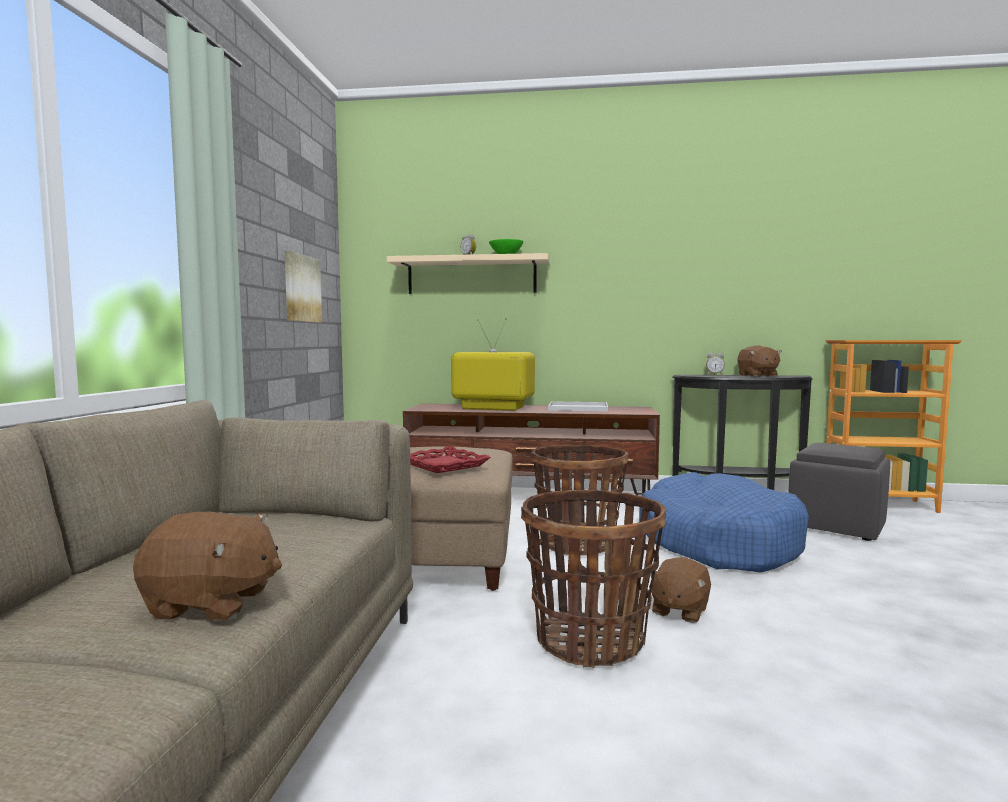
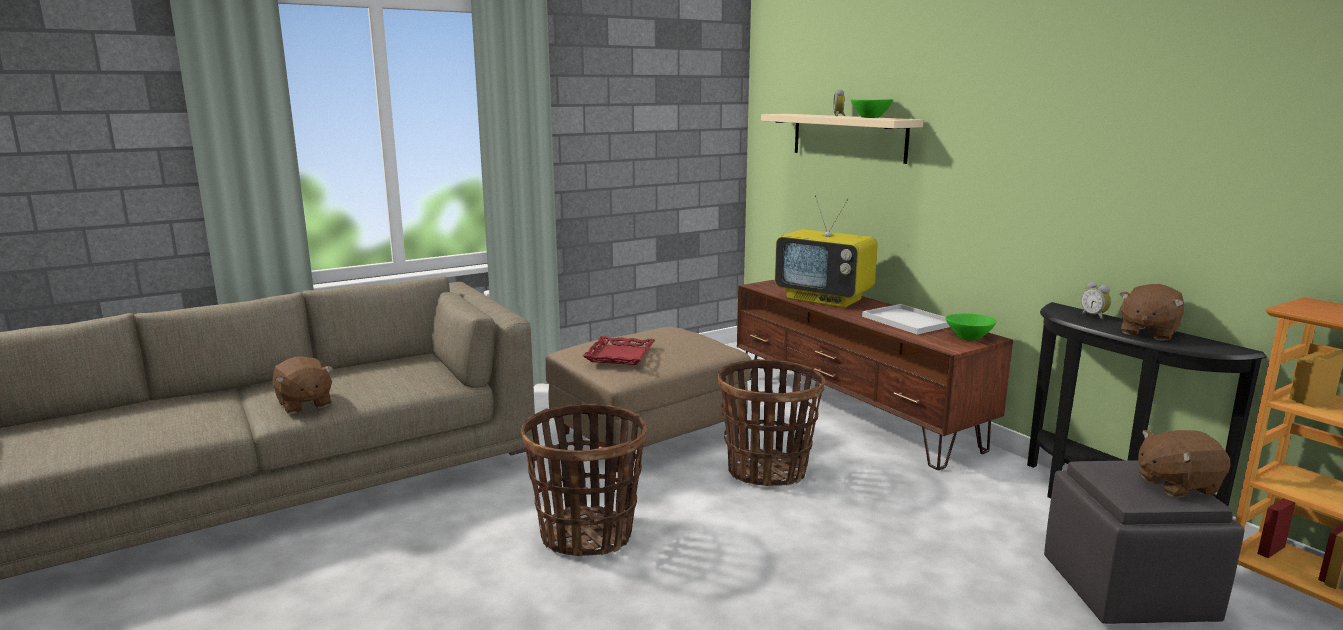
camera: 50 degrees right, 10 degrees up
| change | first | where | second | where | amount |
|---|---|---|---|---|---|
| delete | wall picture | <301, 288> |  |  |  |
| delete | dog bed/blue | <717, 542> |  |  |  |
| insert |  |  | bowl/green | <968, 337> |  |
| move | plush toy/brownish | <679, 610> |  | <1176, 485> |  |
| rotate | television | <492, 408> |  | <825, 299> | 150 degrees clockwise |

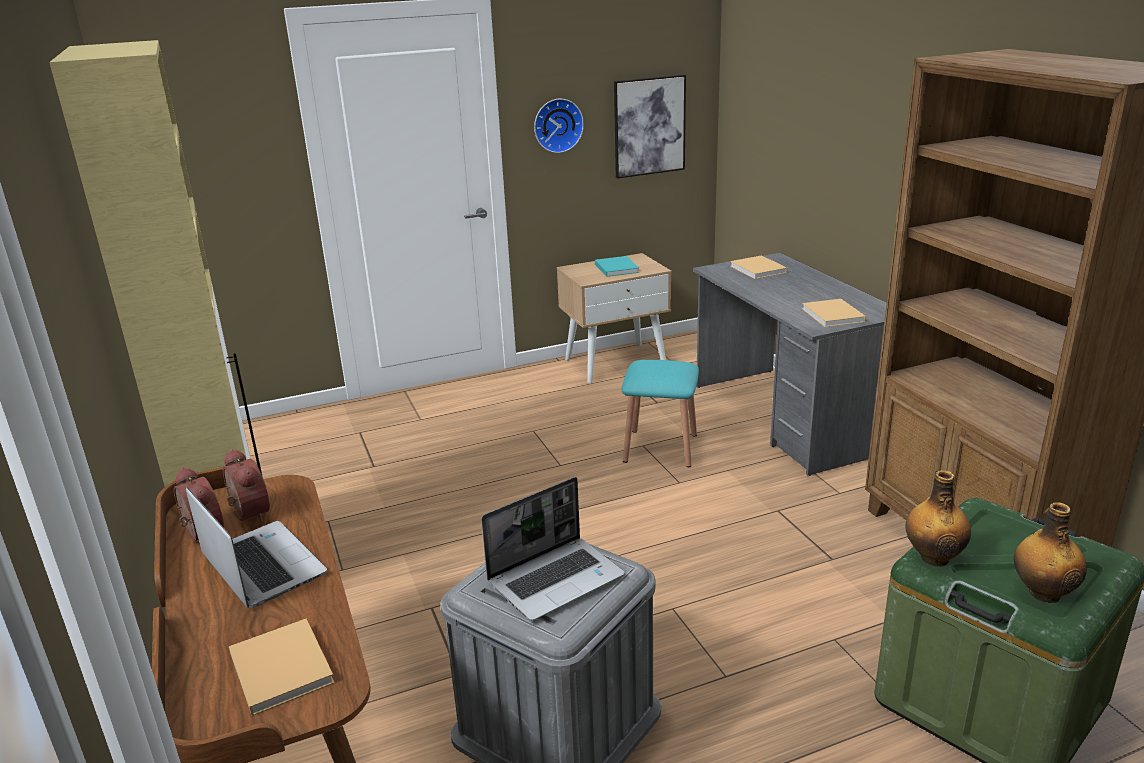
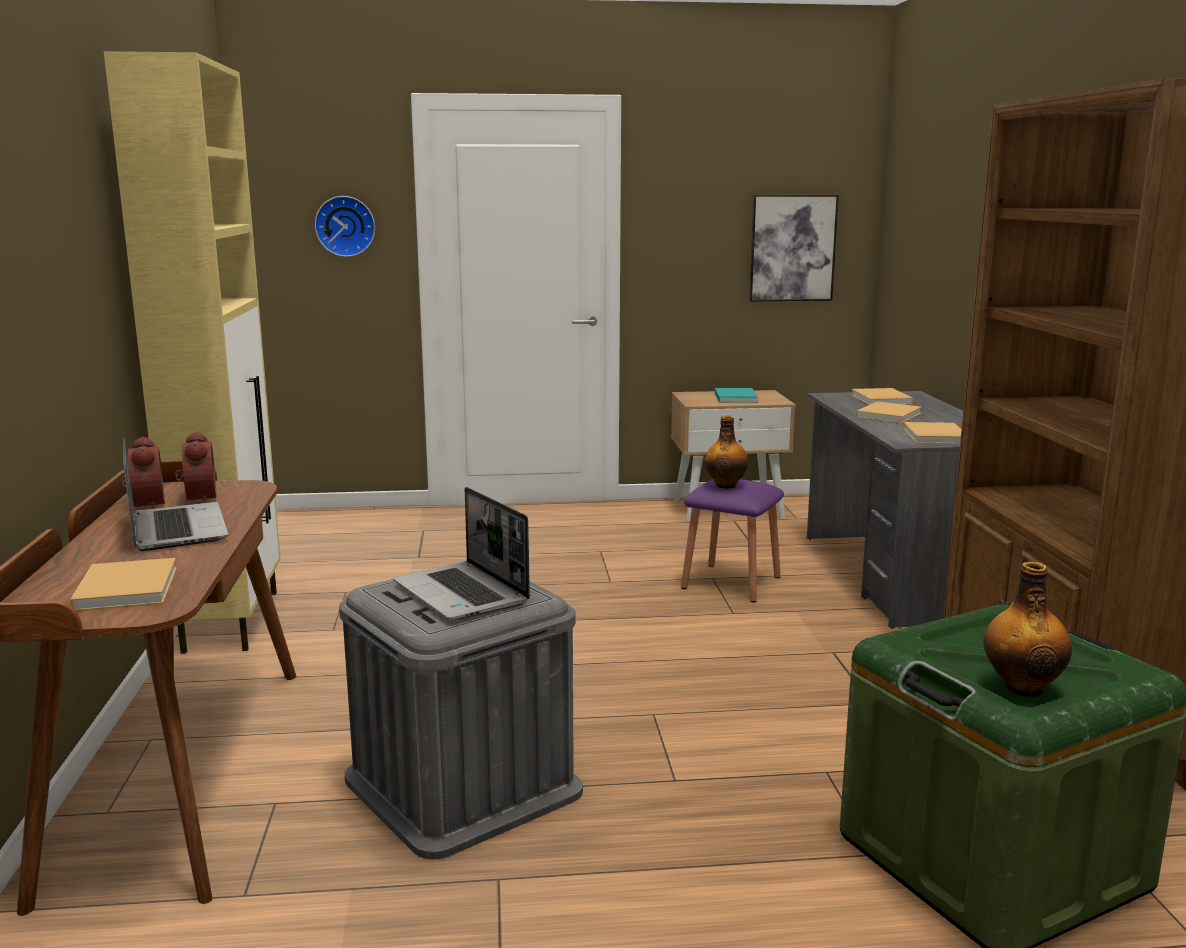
camera: 15 degrees right, 10 degrees down
| change | first | where | second | where | amount |
|---|---|---|---|---|---|
| insert |  |  | volume/sand-coloured | <889, 415> |  |
| move | wall clock | <557, 125> |  | <345, 226> |  |
| move | drink bottle | <933, 557> |  | <726, 485> |  |
| recolor | sitting stool/turquoise | <660, 448> | sitting stool/purple-coloured | <731, 582> |  |
| rotate | laptop | <556, 579> |  | <463, 594> | 75 degrees clockwise |

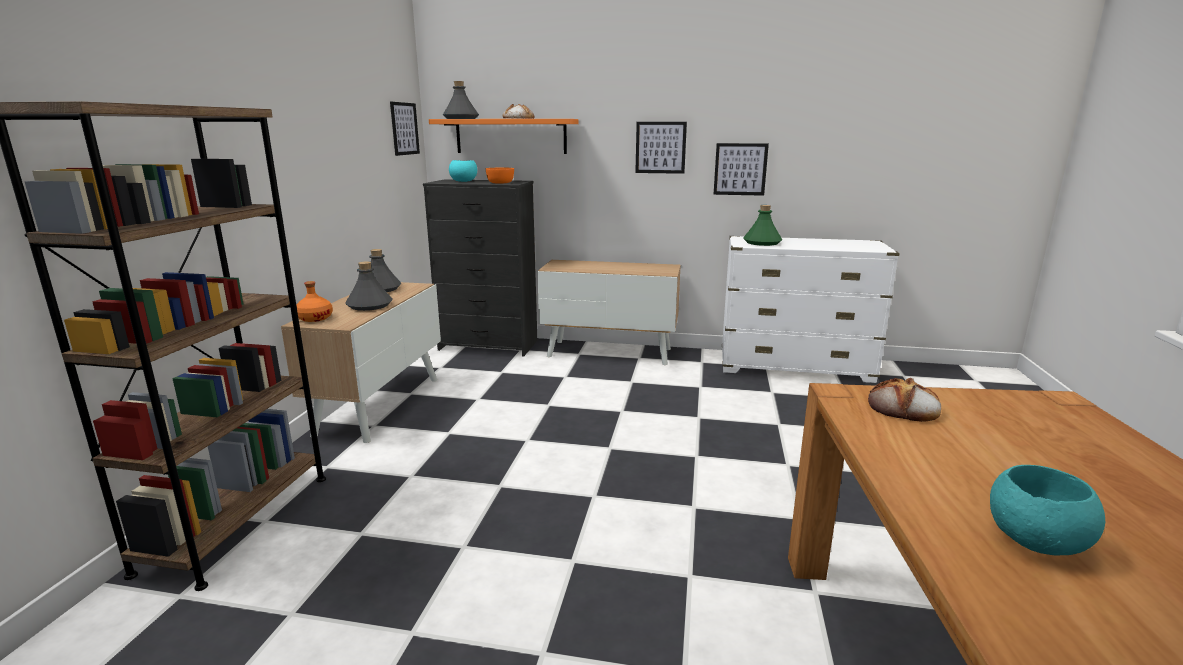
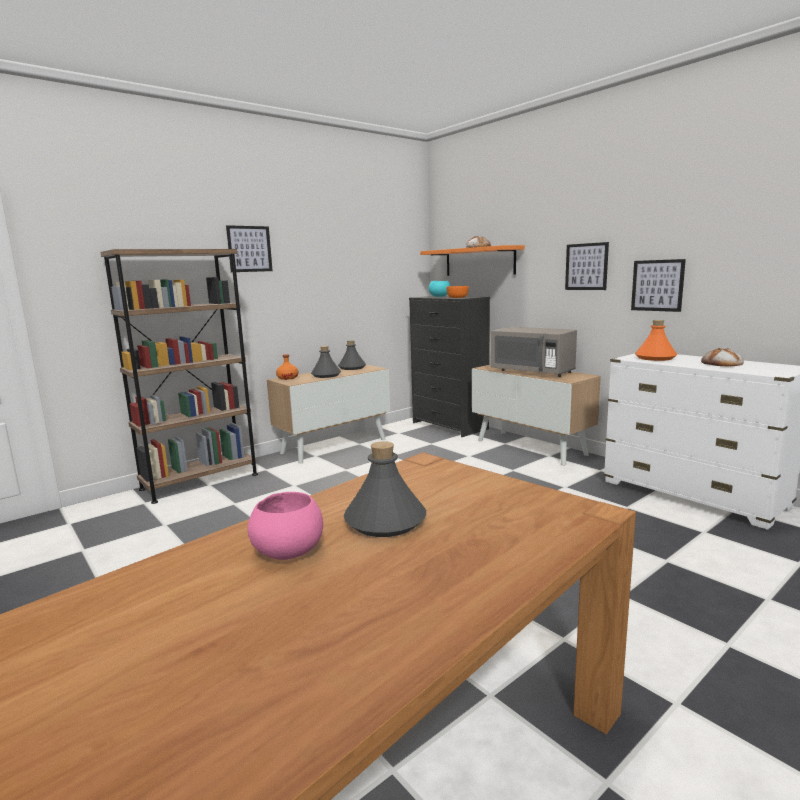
camera: 40 degrees right, 5 degrees down
| change | first | where | second | where | amount |
|---|---|---|---|---|---|
| insert |  |  | kitchen microwave/gray | <532, 372> |  |
| move | wall picture | <404, 128> |  | <249, 249> |  |
| move | drink bottle/gray | <461, 118> |  | <385, 521> |  |
| move | baked bread | <904, 408> |  | <722, 364> |  |
| recolor | drink bottle/green | <762, 243> | drink bottle/orange-coloured | <655, 358> |  |
| recolor | bowl/turquoise | <1033, 539> | bowl/pink | <289, 550> |  |

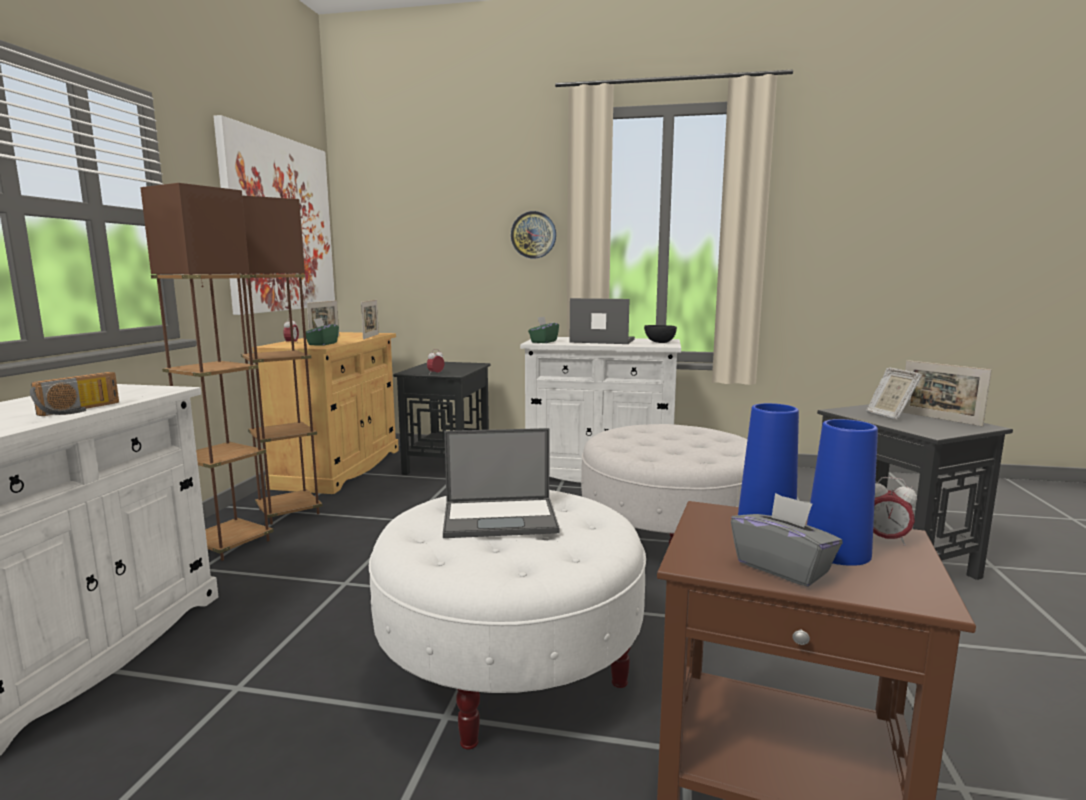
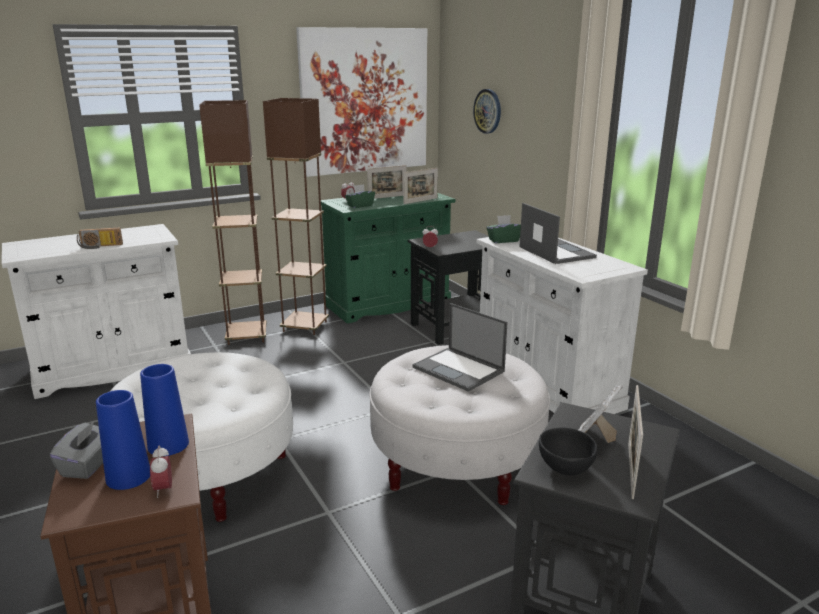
camera: 50 degrees right, 10 degrees up
| change | first | where | second | where | amount |
|---|---|---|---|---|---|
| move | laptop | <501, 518> |  | <459, 370> |  |
| move | wall clock | <533, 235> |  | <488, 111> |  |
| move | bowl/black | <660, 342> |  | <565, 469> |  |
| recolor | storage cabinet/sand-coloured | <339, 468> | storage cabinet/green | <388, 303> |  |

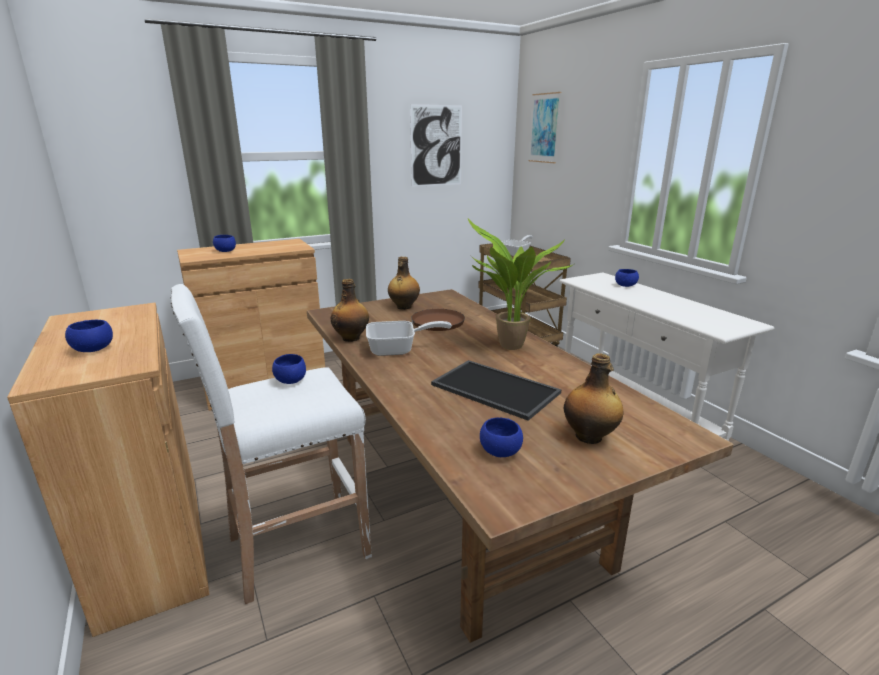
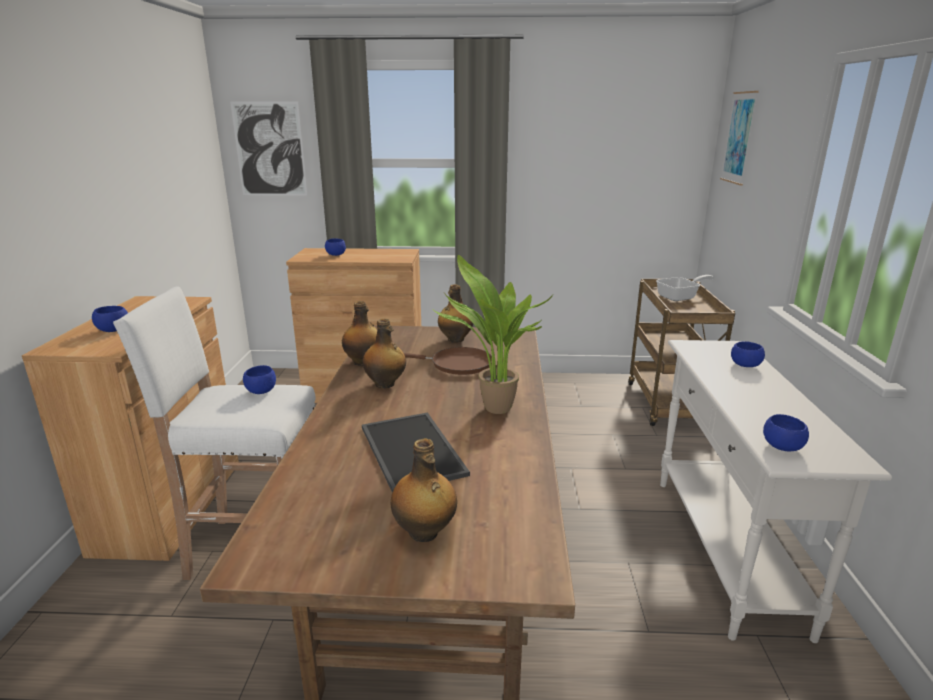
camera: 30 degrees right, 0 degrees up
| change | first | where | second | where | amount |
|---|---|---|---|---|---|
| move | wall picture | <436, 146> |  | <269, 149> |  |
| move | bowl/blue | <500, 452> |  | <782, 447> |  |
| replace | skillet | <398, 350> | drink bottle | <385, 384> |  |

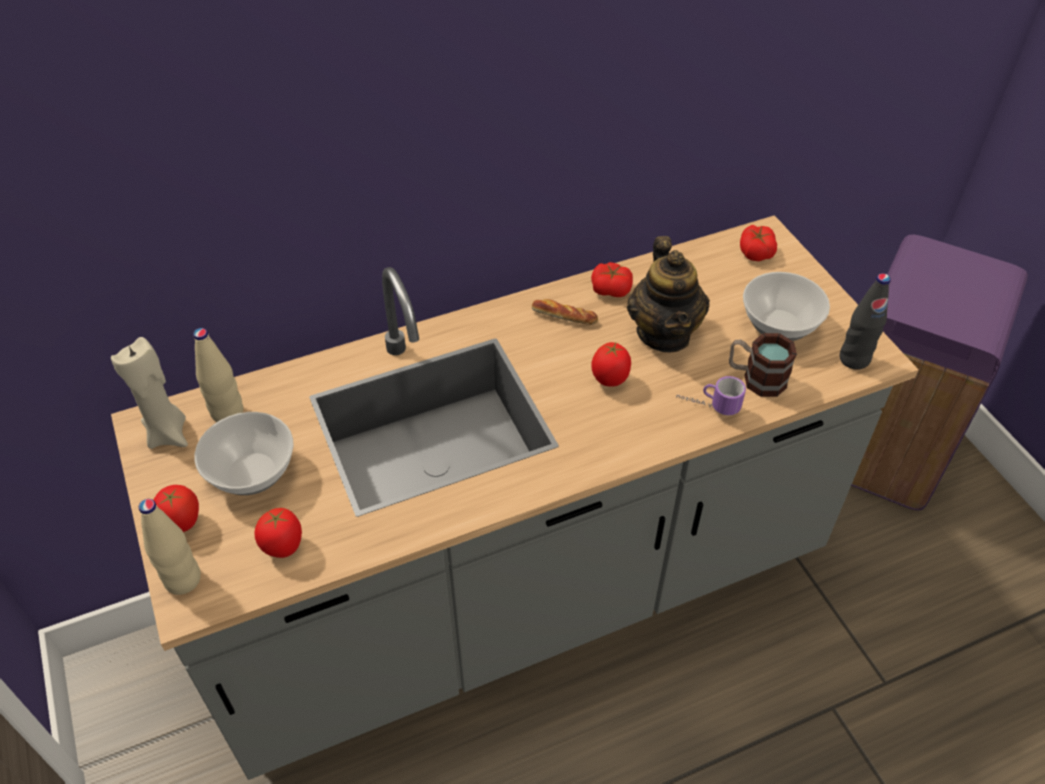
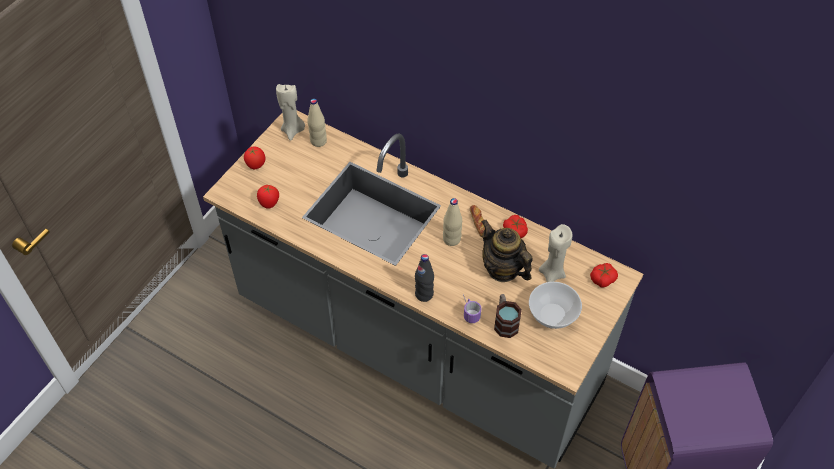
camera: 55 degrees right, 5 degrees up
| change | first | where | second | where | amount |
|---|---|---|---|---|---|
| delete | bowl | <254, 472> |  |  |  |
| delete | whole tomato | <610, 380> |  |  |  |
| insert |  |  | candle/sand-coloured | <552, 273> |  |
| move | drink bottle/sand-coloured | <183, 580> |  | <451, 239> |  |
| move | drink bottle/black | <854, 359> |  | <424, 294> |  |
| rotate | teapot | <664, 333> |  | <503, 269> | 90 degrees clockwise |

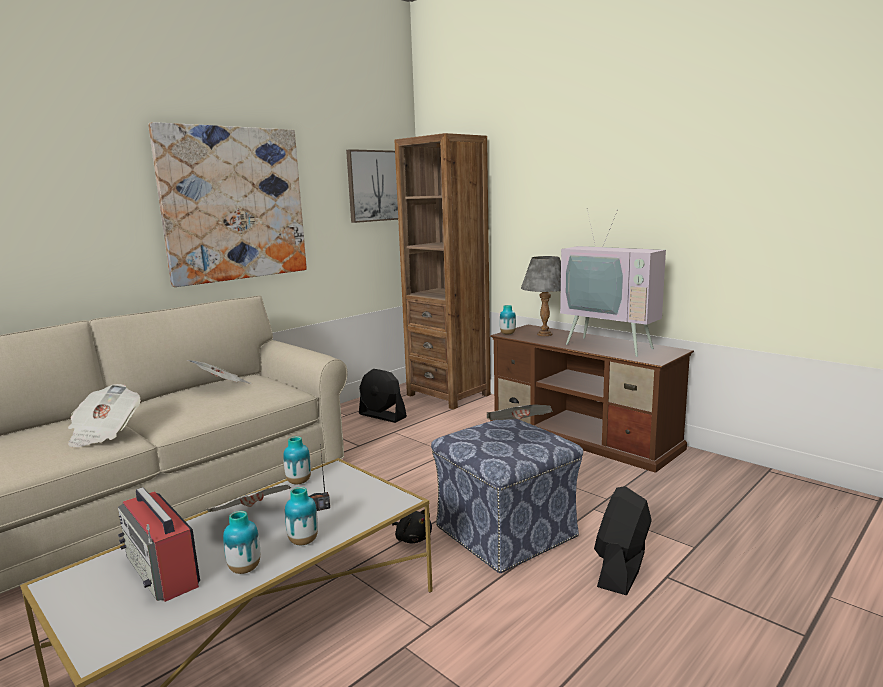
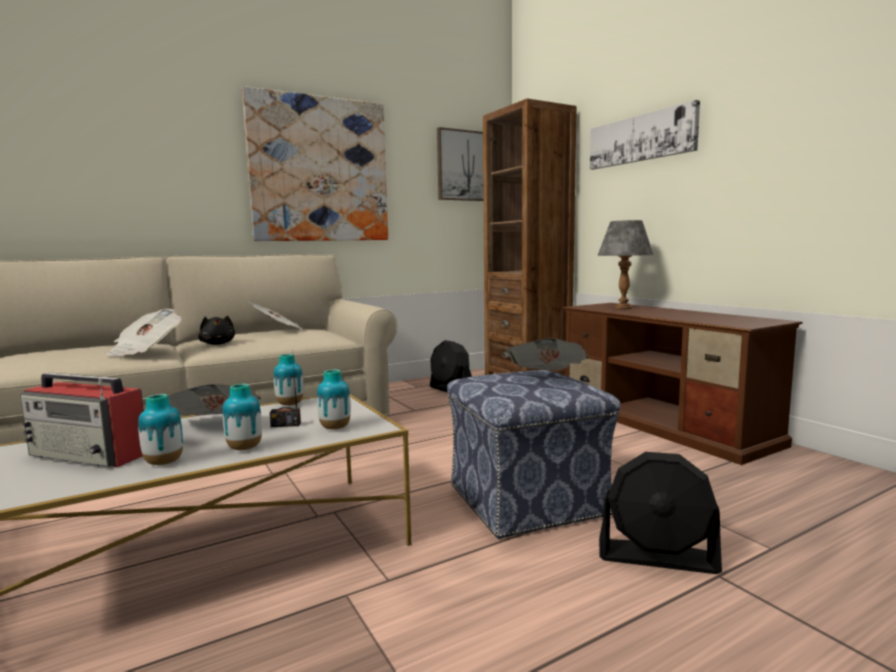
camera: 15 degrees right, 5 degrees down
| change | first | where | second | where | amount |
|---|---|---|---|---|---|
| delete | television | <612, 345> |  |  |  |
| insert |  |  | wall picture | <641, 138> |  |
| move | plush toy/black | <412, 538> |  | <218, 344> |  |
| move | flower vase | <507, 334> |  | <335, 428> |  |
| rotate | radio | <163, 571> |  | <90, 455> | 45 degrees counterclockwise |
| rotate | electric fan/black | <621, 568> |  | <657, 557> | 120 degrees counterclockwise |

